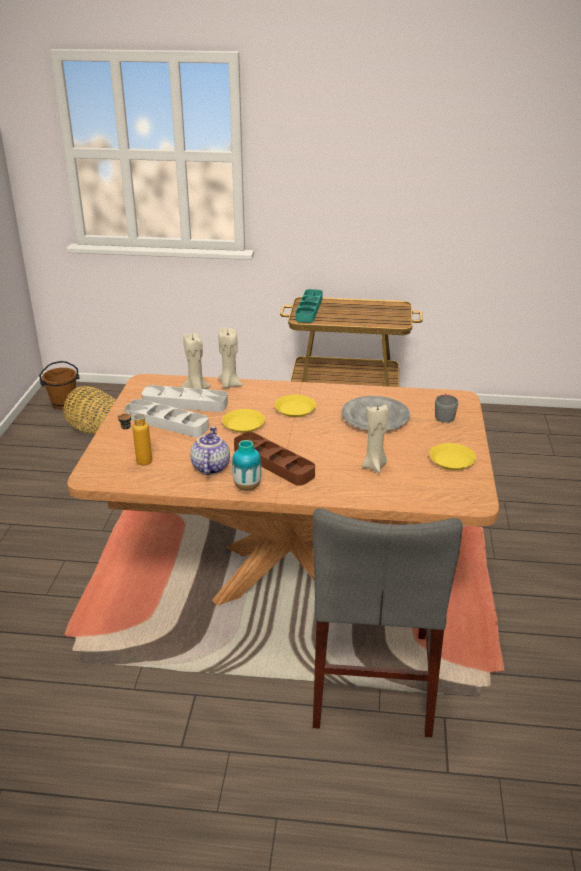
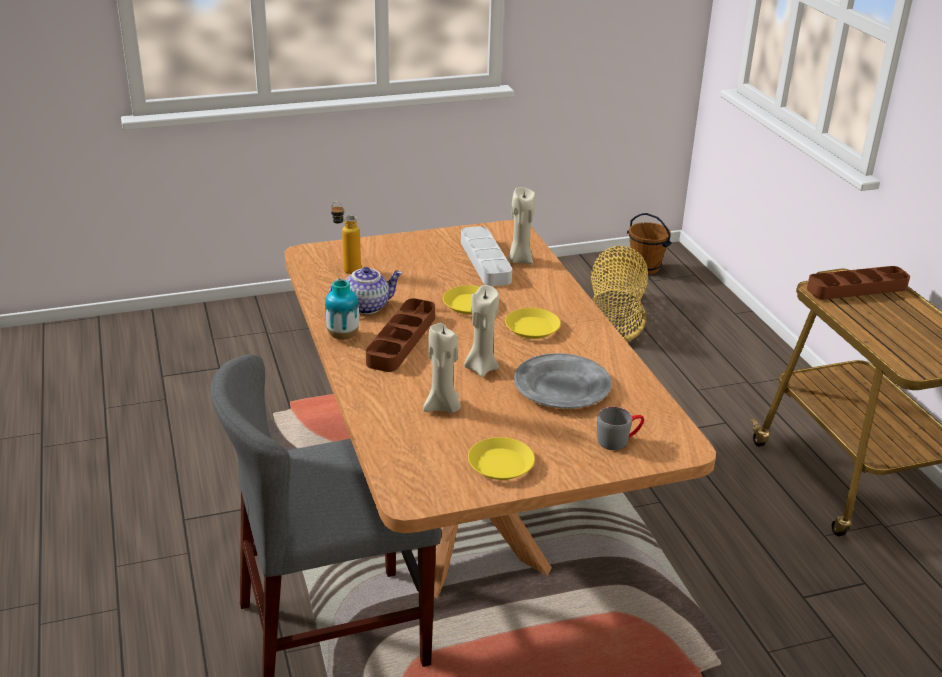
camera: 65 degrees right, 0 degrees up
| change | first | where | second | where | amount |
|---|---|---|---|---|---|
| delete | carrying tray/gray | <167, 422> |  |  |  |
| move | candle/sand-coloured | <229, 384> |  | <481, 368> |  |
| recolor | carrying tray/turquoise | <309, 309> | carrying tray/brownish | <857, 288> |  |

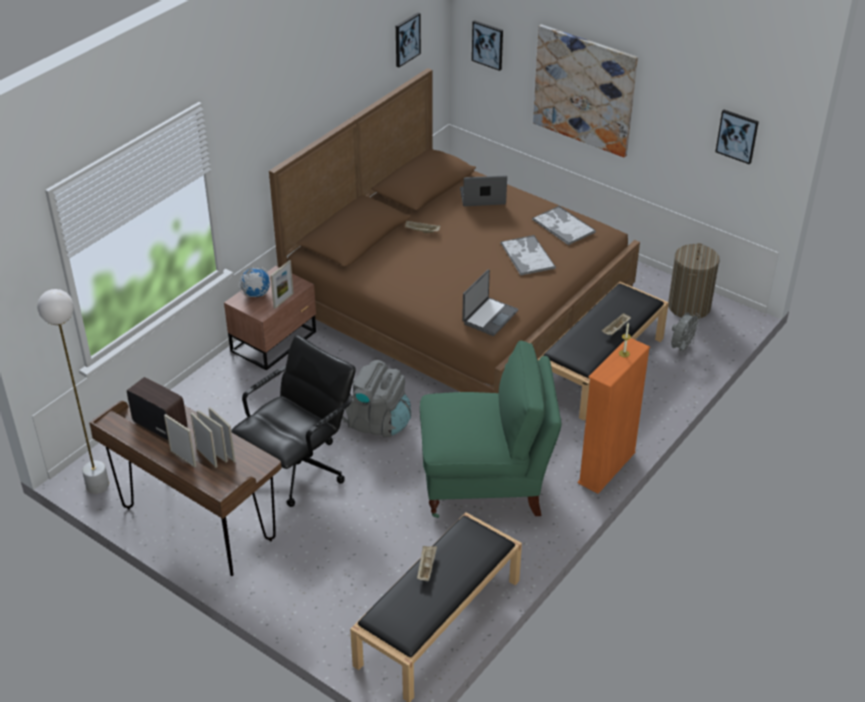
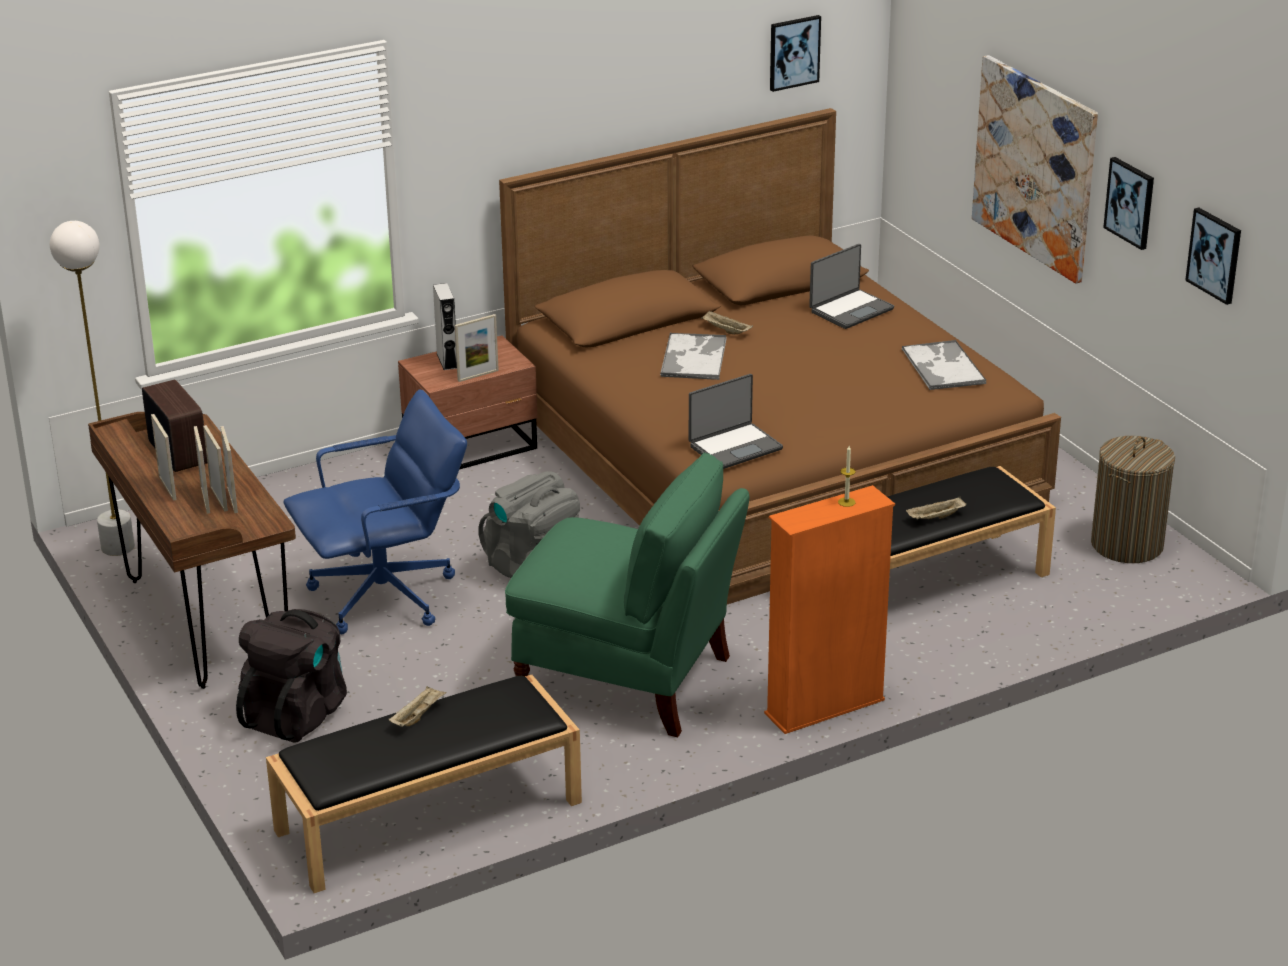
camera: 25 degrees right, 10 degrees down
| change | first | where | second | where | amount |
|---|---|---|---|---|---|
| delete | electric fan/gray | <681, 348> |  |  |  |
| insert |  |  | backpack/black | <297, 714> |  |
| move | wall picture | <488, 44> |  | <1130, 202> |  |
| move | carrying tray | <527, 255> |  | <694, 357> |  |
| replace | world globe | <255, 294> | audio speaker/gray | <447, 360> |  |
| recolor | computer chair/black | <299, 469> | computer chair/blue | <385, 597> |  |
| rotate | laptop | <482, 197> |  | <850, 310> | 120 degrees clockwise |

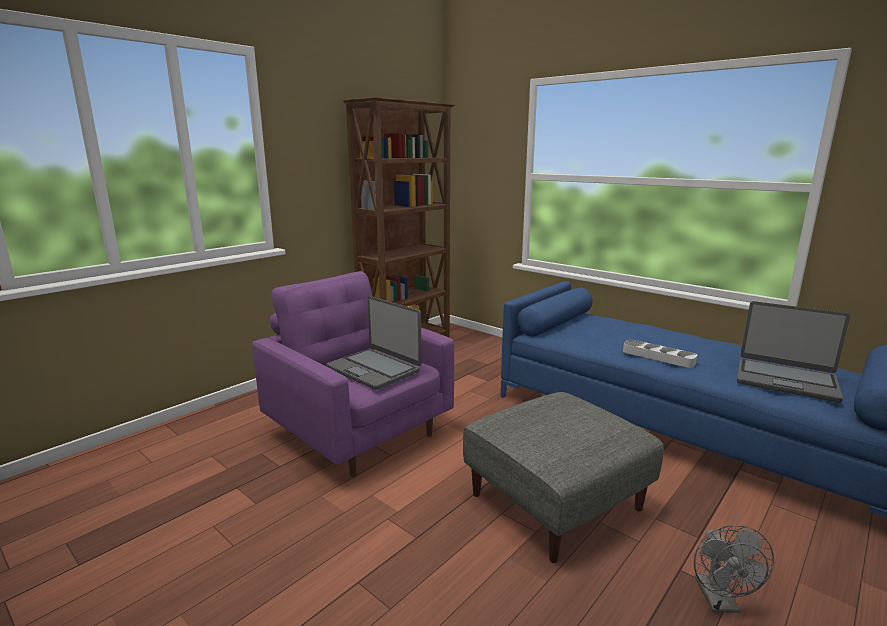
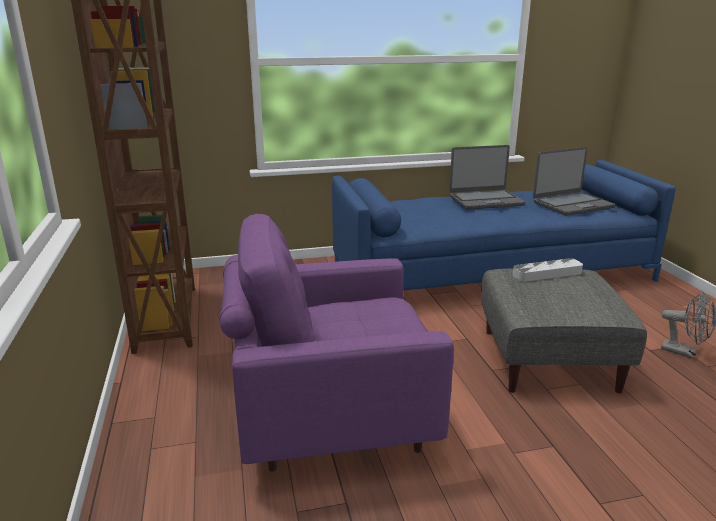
camera: 55 degrees left, 5 degrees up
| change | first | where | second | where | amount |
|---|---|---|---|---|---|
| move | laptop | <374, 369> |  | <485, 200> |  |
| move | carrying tray/gray | <658, 357> |  | <547, 274> |  |

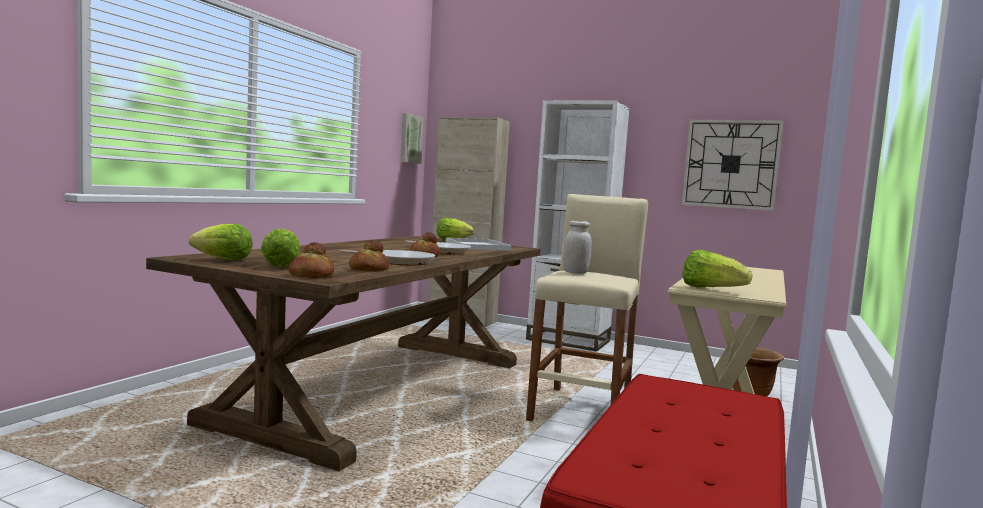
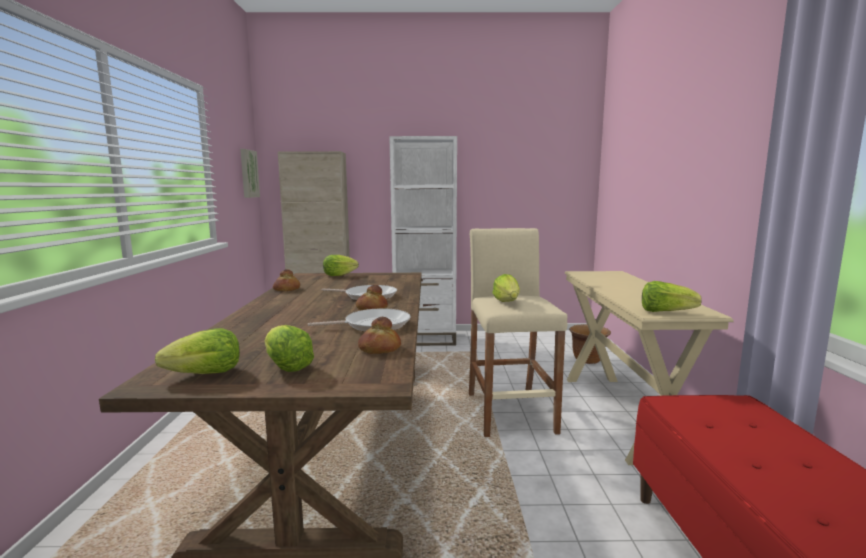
camera: 25 degrees left, 5 degrees up
| change | first | where | second | where | amount |
|---|---|---|---|---|---|
| delete | carrying tray/white | <476, 246> |  |  |  |
| delete | wall clock | <730, 164> |  |  |  |
| move | baked bread | <311, 275> |  | <287, 289> |  |
| replace | jar/white | <575, 272> | lettuce head | <507, 302> |  |

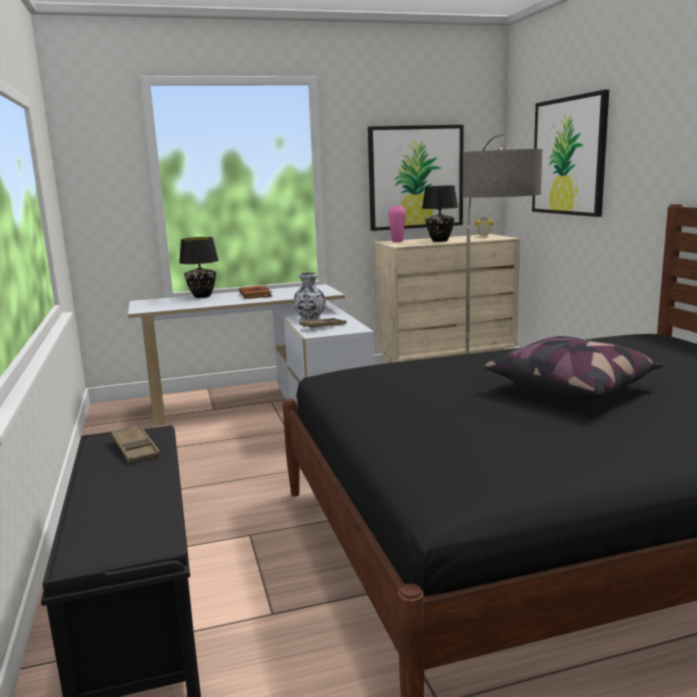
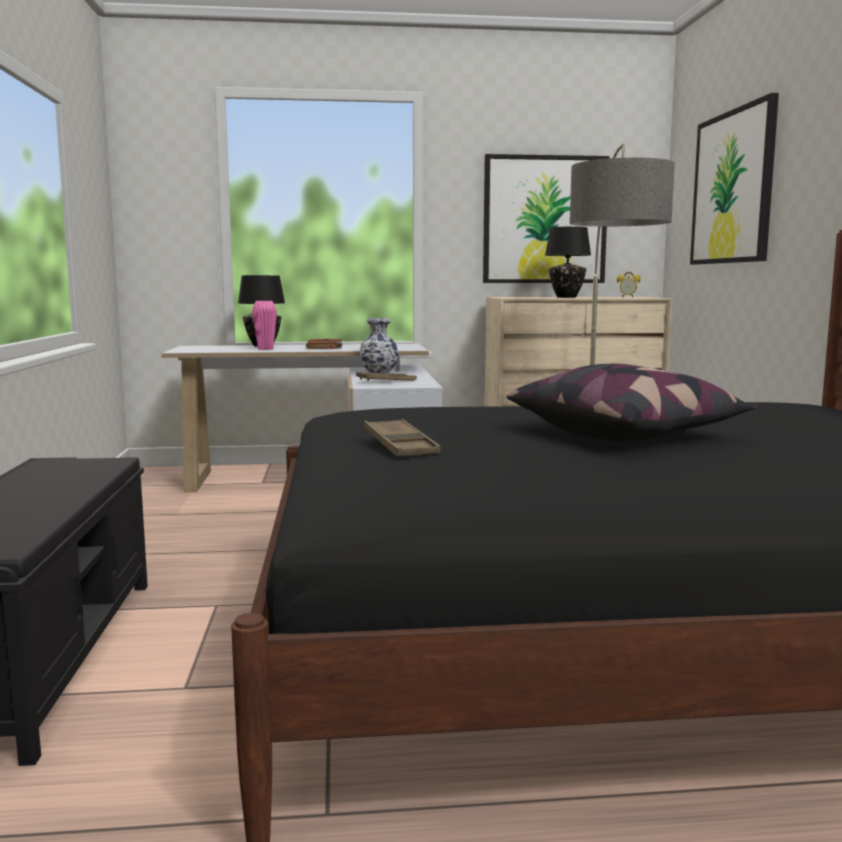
camera: 10 degrees right, 5 degrees down
| change | first | where | second | where | amount |
|---|---|---|---|---|---|
| move | carrying tray/brownish | <135, 449> |  | <400, 446> |  |
| move | flower vase/pink | <397, 241> |  | <265, 349> |  |

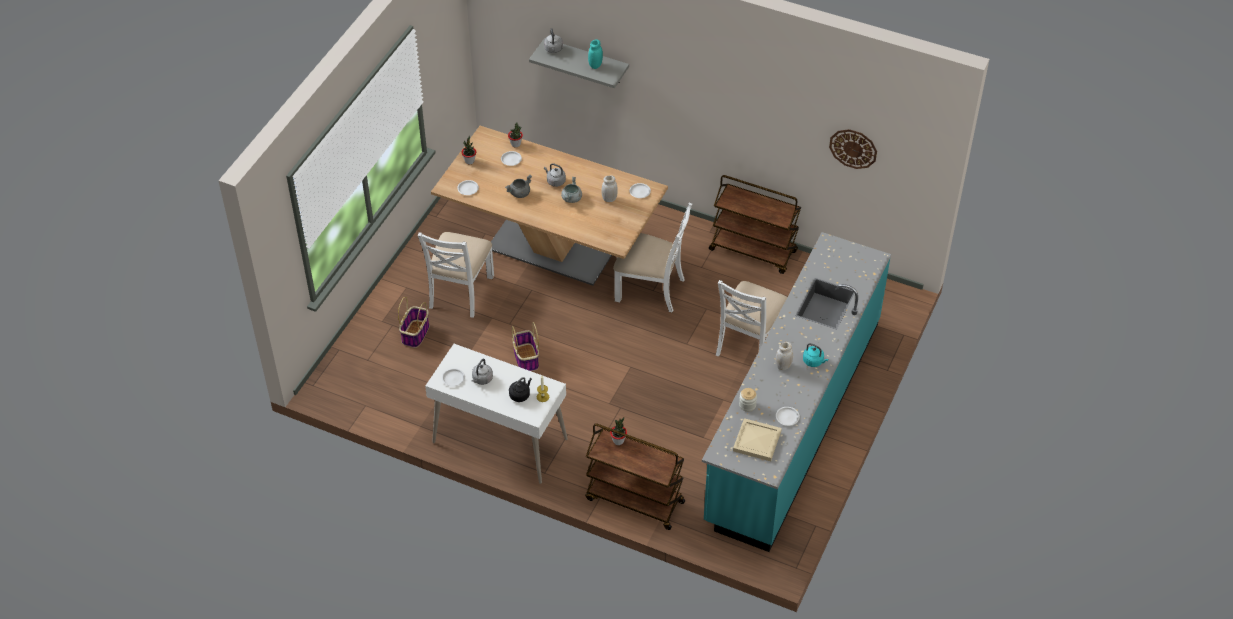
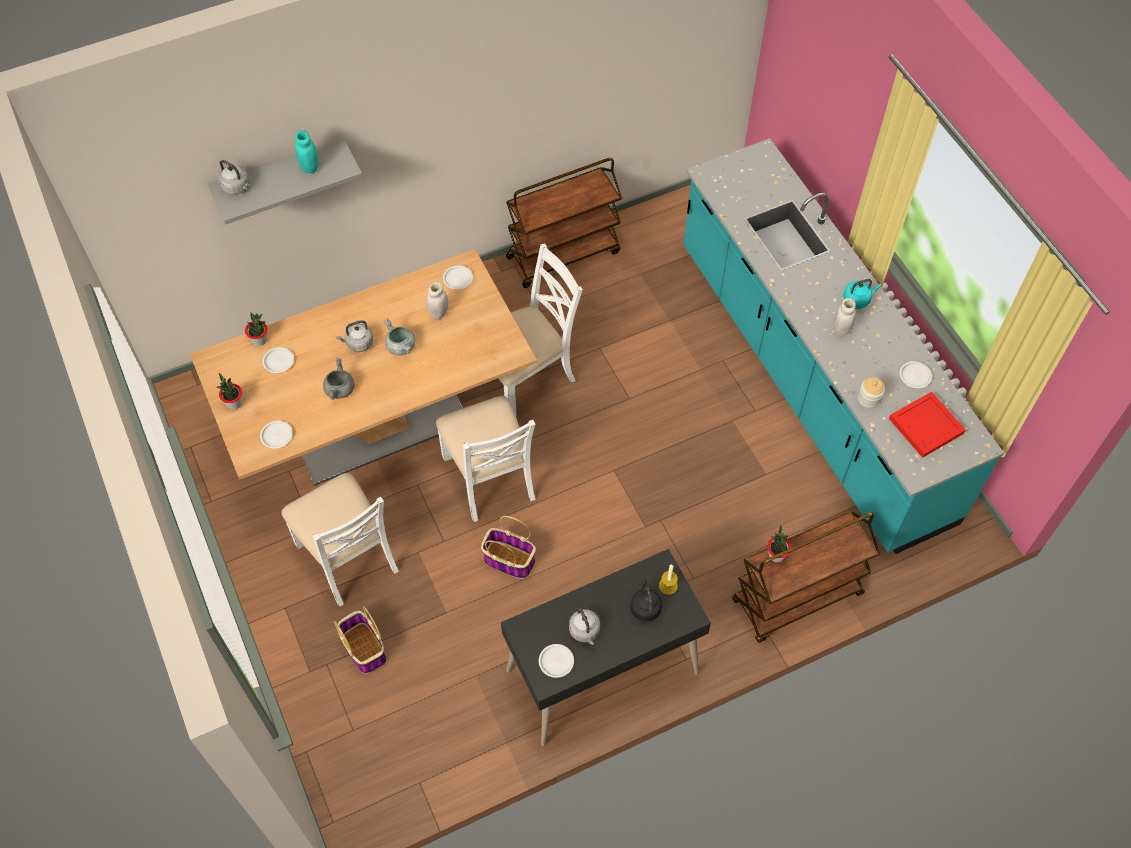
camera: 50 degrees left, 10 degrees up
| change | first | where | second | where | amount |
|---|---|---|---|---|---|
| delete | wall clock | <853, 148> |  |  |  |
| move | upright chair/white | <749, 343> |  | <490, 477> |  |
| recolor | desk/white | <499, 441> | desk/black | <602, 673> |  |
| recolor | carrying tray/sand-coloured | <756, 440> | carrying tray/red-coloured | <925, 426> |  |

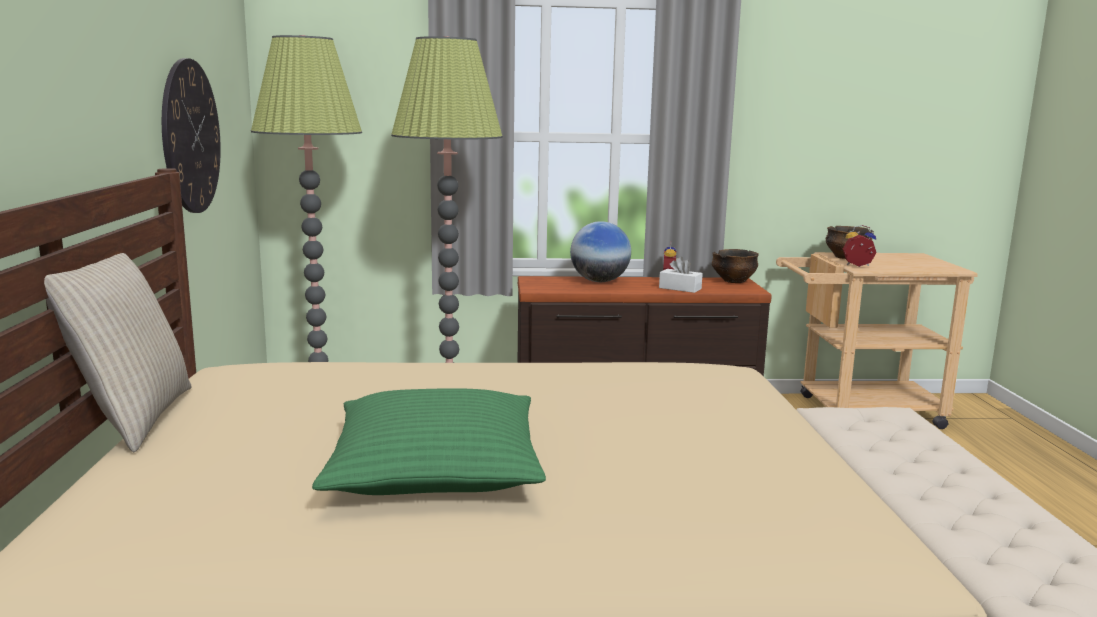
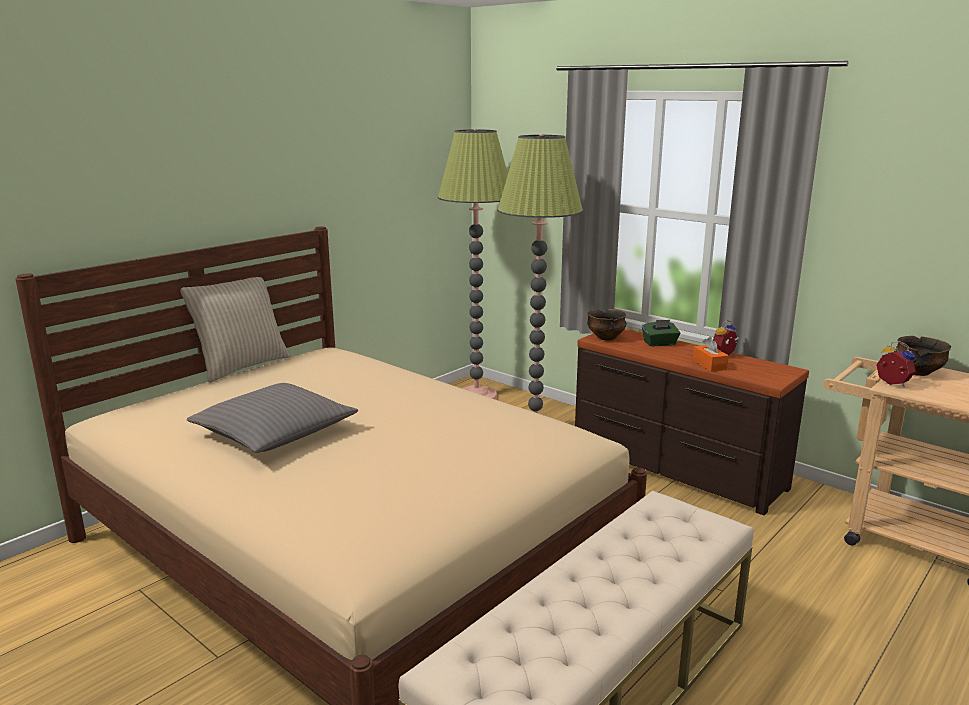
camera: 45 degrees right, 5 degrees up
| change | first | where | second | where | amount |
|---|---|---|---|---|---|
| delete | wall clock | <191, 136> |  |  |  |
| move | bowl | <733, 281> |  | <606, 338> |  |
| replace | world globe | <599, 281> | tissue holder/green | <660, 343> |  |
| recolor | throw pillow/green | <435, 468> | throw pillow/gray | <274, 432> |  |
| recolor | tissue holder/white | <680, 288> | tissue holder/orange-coloured | <709, 365> |  |

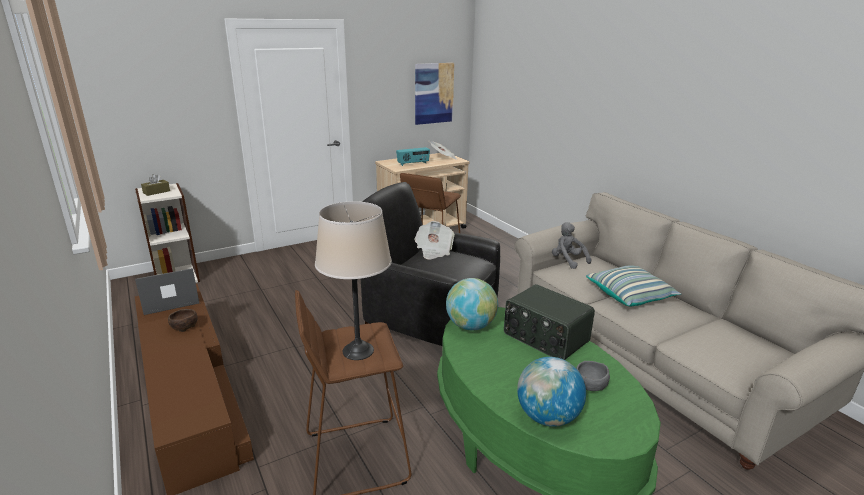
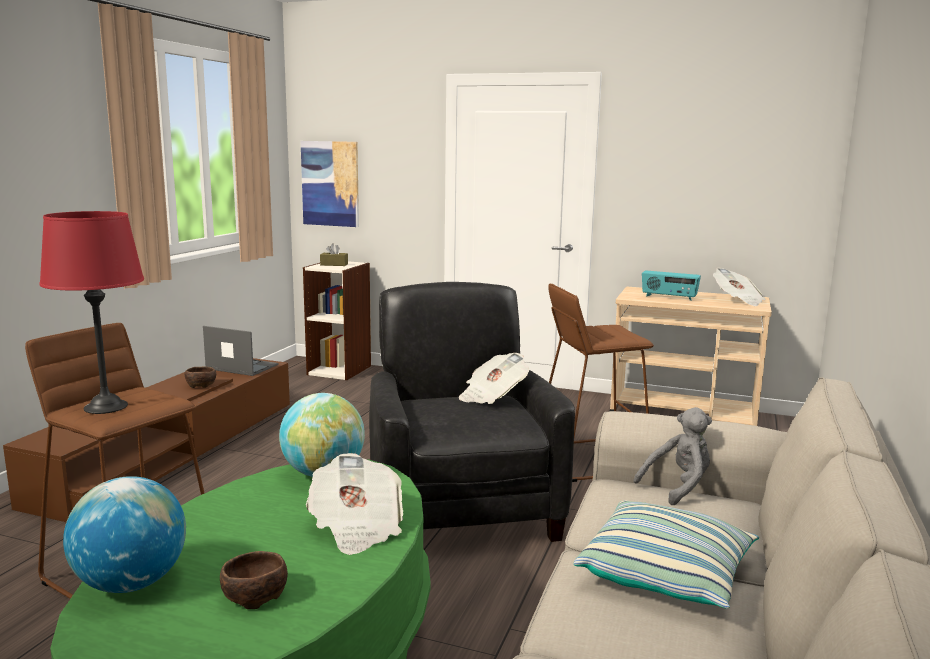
camera: 50 degrees right, 10 degrees down
| change | first | where | second | where | amount |
|---|---|---|---|---|---|
| move | wall picture | <434, 93> |  | <330, 183> |  |
| replace | radio | <545, 338> | newspaper | <356, 527> |  |
| recolor | tabletop lamp/sand-coloured | <358, 351> | tabletop lamp/red-coloured | <106, 407> |  |
| recolor | bowl/gray | <589, 385> | bowl/brownish | <253, 595> |  |
| rotate | plush toy/gray | <567, 261> |  | <678, 486> | 45 degrees clockwise |

